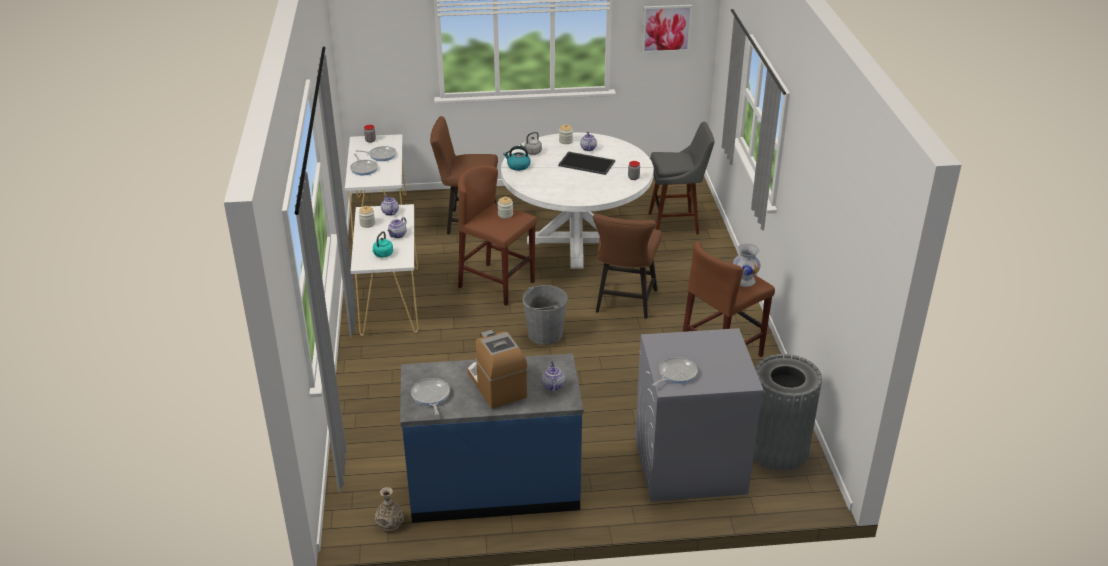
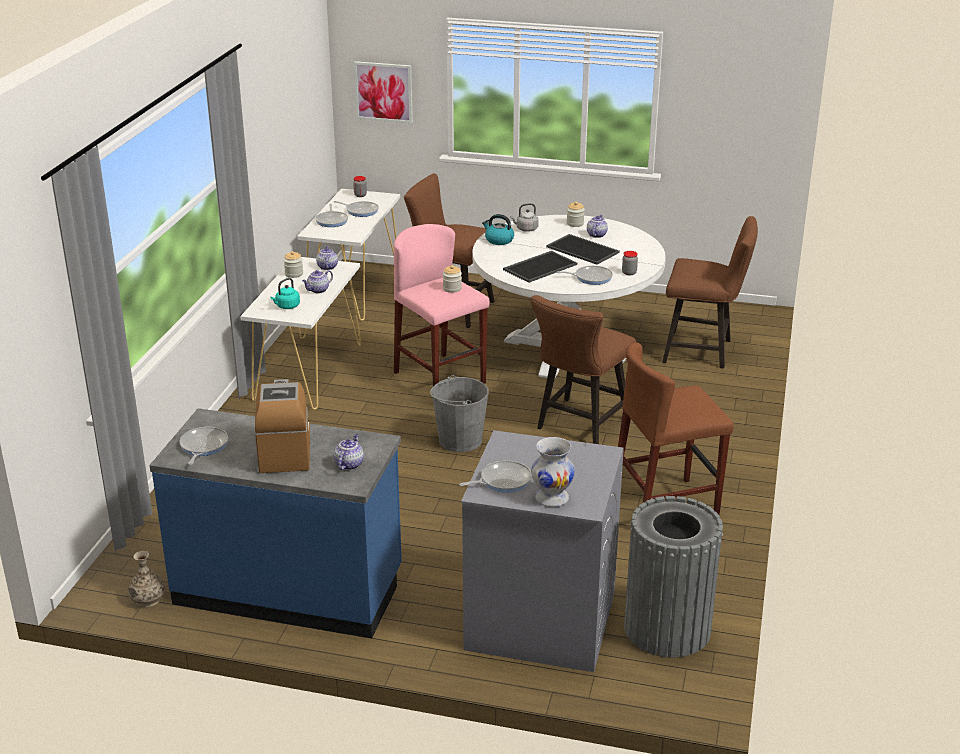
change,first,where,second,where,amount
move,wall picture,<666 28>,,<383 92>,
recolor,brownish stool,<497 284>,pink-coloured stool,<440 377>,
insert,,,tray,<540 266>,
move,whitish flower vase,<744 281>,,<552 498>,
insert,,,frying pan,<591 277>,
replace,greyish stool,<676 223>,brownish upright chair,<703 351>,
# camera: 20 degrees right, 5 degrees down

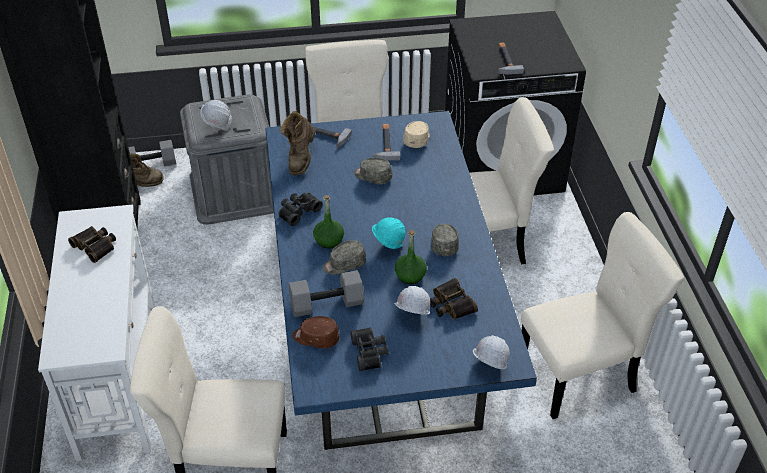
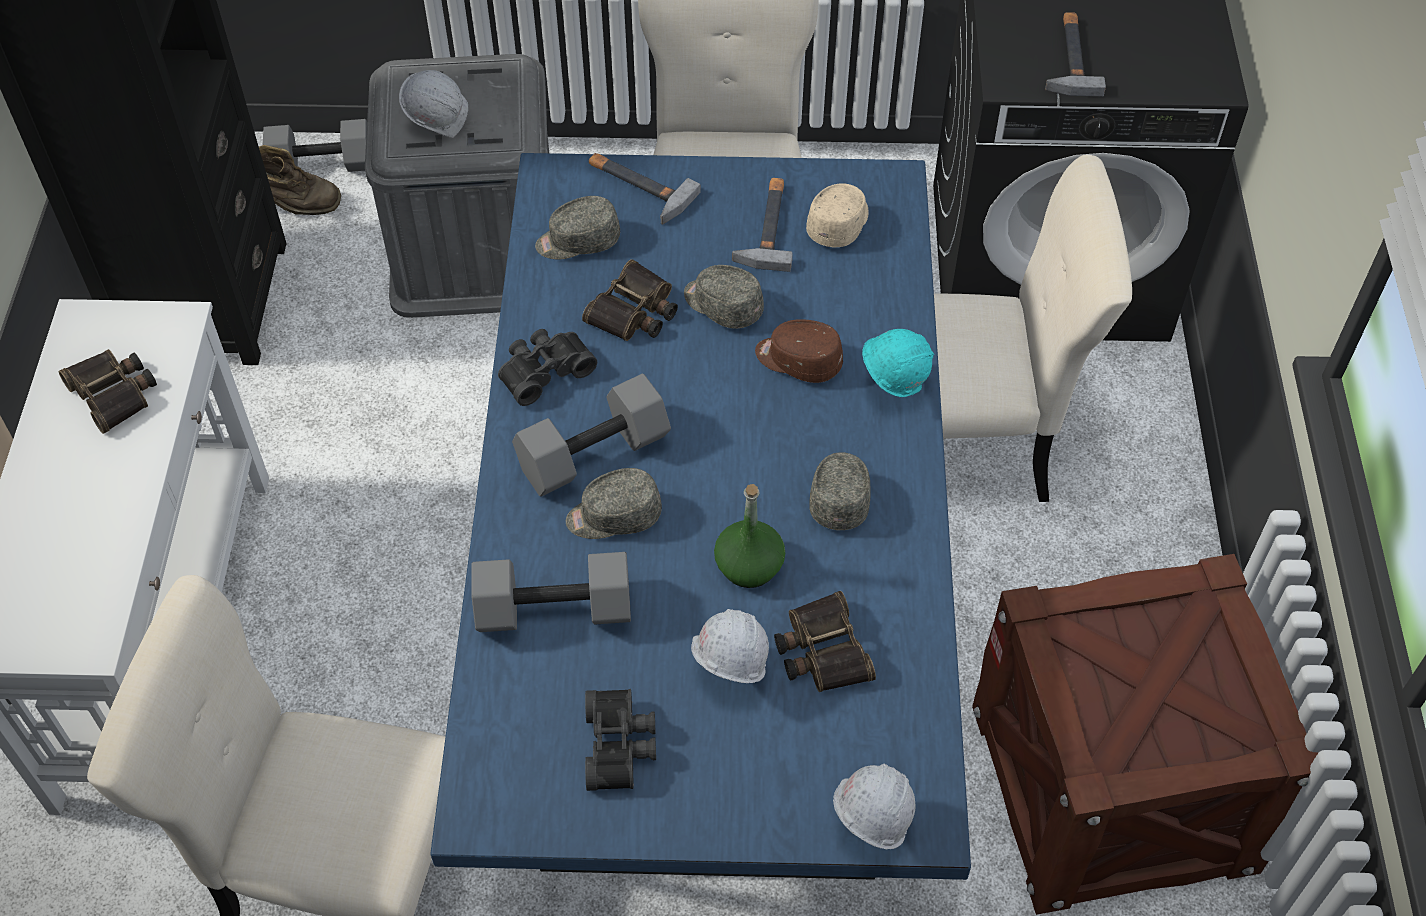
change,first,where,second,where,amount
replace,green-coloured drink bottle,<329 240>,greyish hand weight,<593 451>,
replace,brownish boot,<300 159>,greyish baseball cap,<578 241>,
insert,,,field glasses,<634 312>,
move,brownish baseball cap,<316 338>,,<798 360>,
move,turquoise safety helmet,<388 247>,,<892 386>,
replace,beige-coloured upright chair,<581 376>,shipping crate,<1112 786>,
# camera: 10 degrees right, 10 degrees up

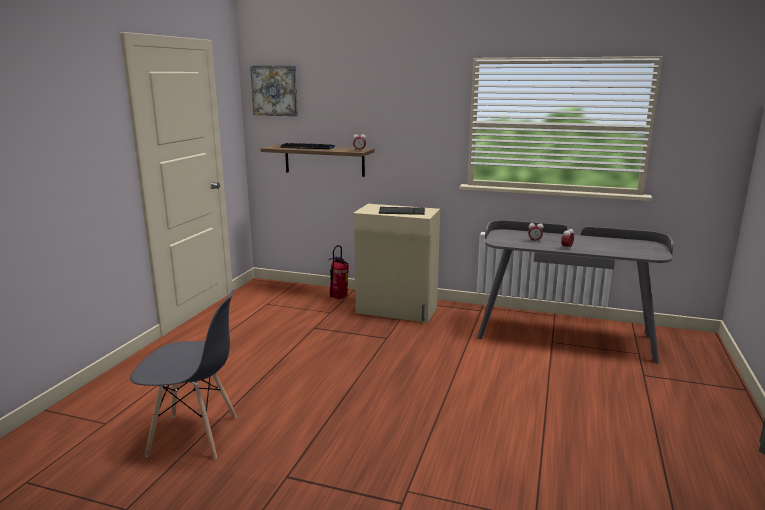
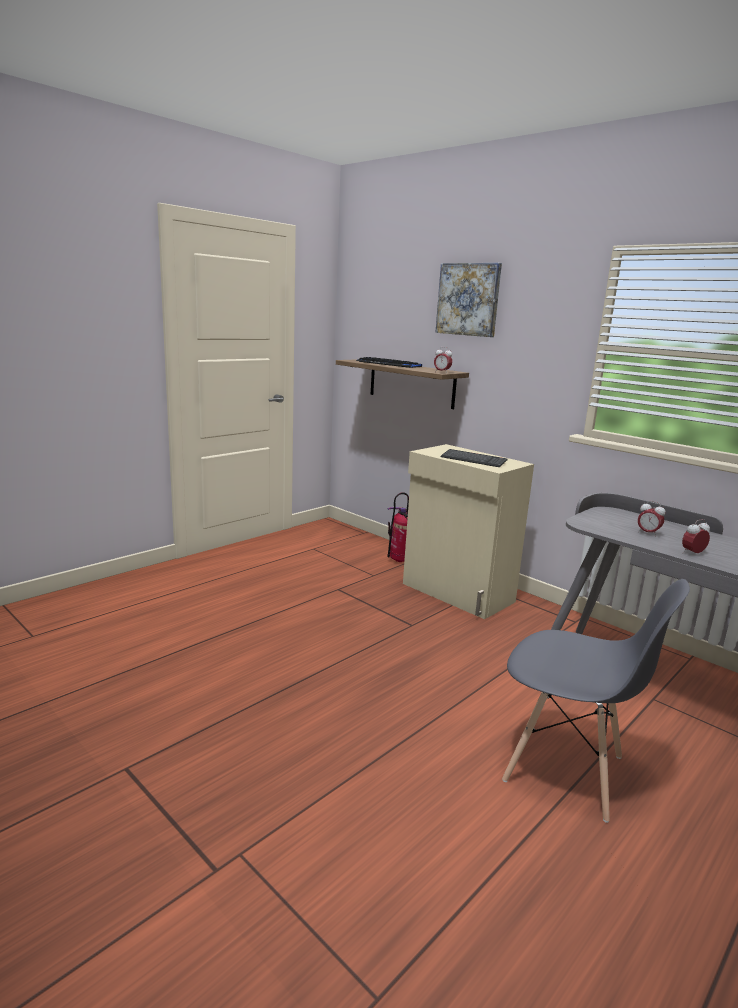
change,first,where,second,where,amount
move,wall picture,<275 90>,,<468 299>,
move,greyish upright chair,<194 436>,,<565 770>,
# camera: 25 degrees right, 0 degrees up

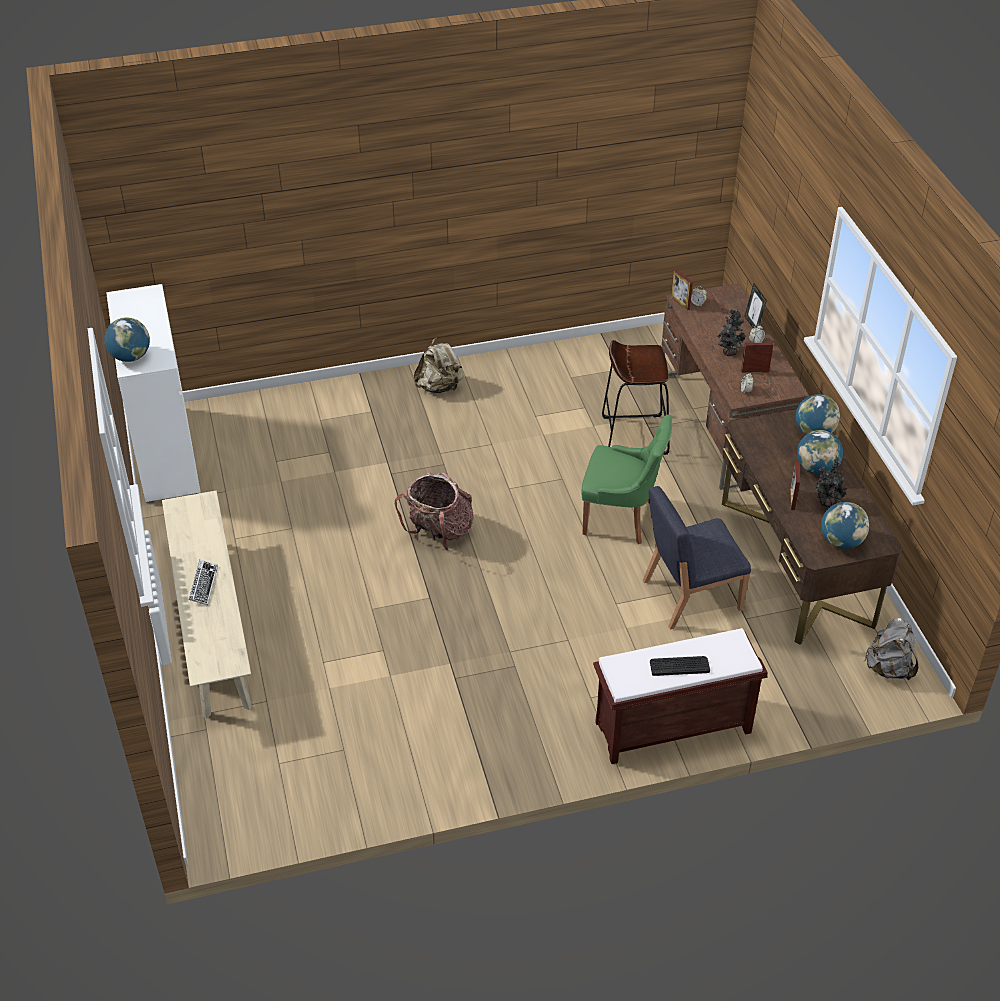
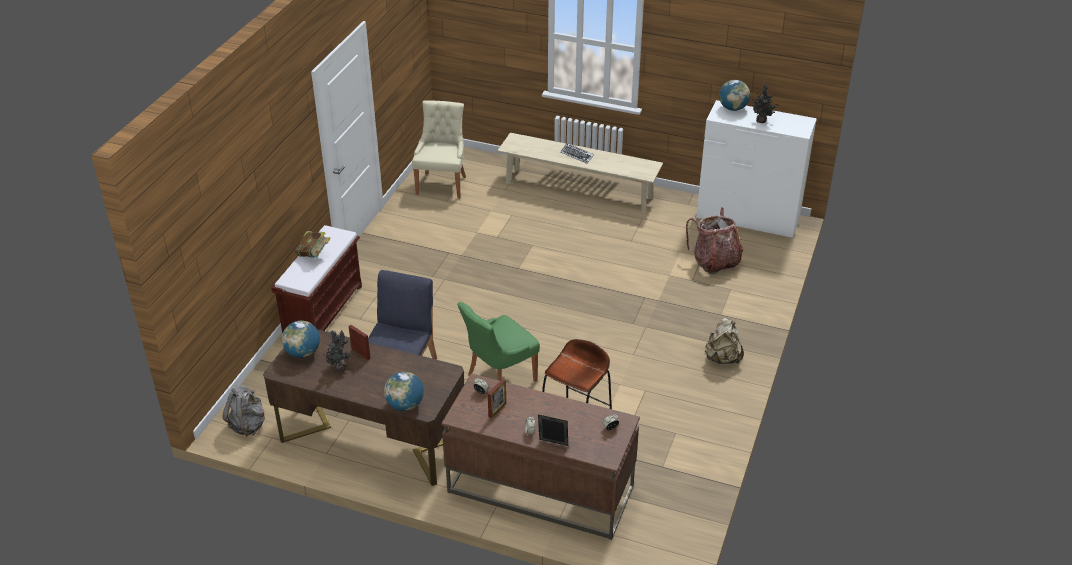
change,first,where,second,where,amount
replace,PC keyboard,<679 666>,bound book,<314 255>,
insert,,,beige-coloured upright chair,<442 184>,
move,backpack,<439 532>,,<714 262>,
move,houseplant,<728 352>,,<762 121>,
delete,picture frame,<680 303>,,,
delete,world globe,<816 469>,,,
# camera: 125 degrees right, 5 degrees down

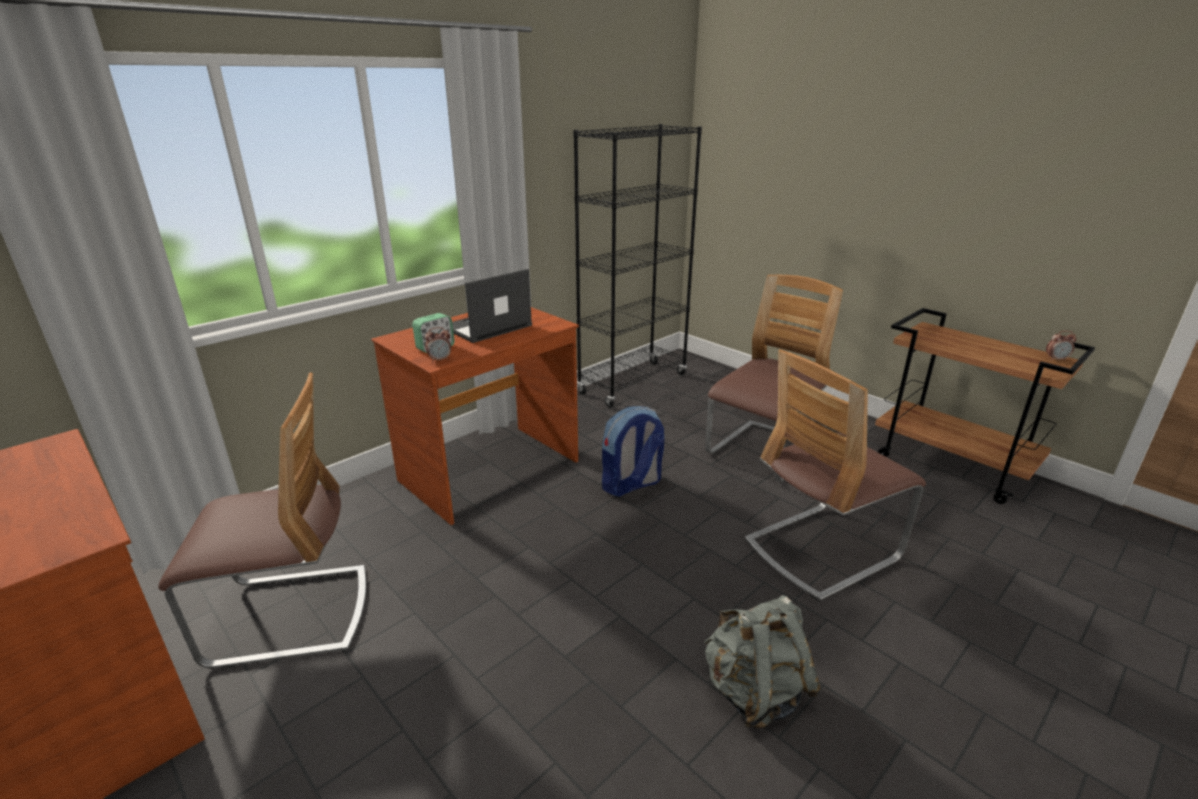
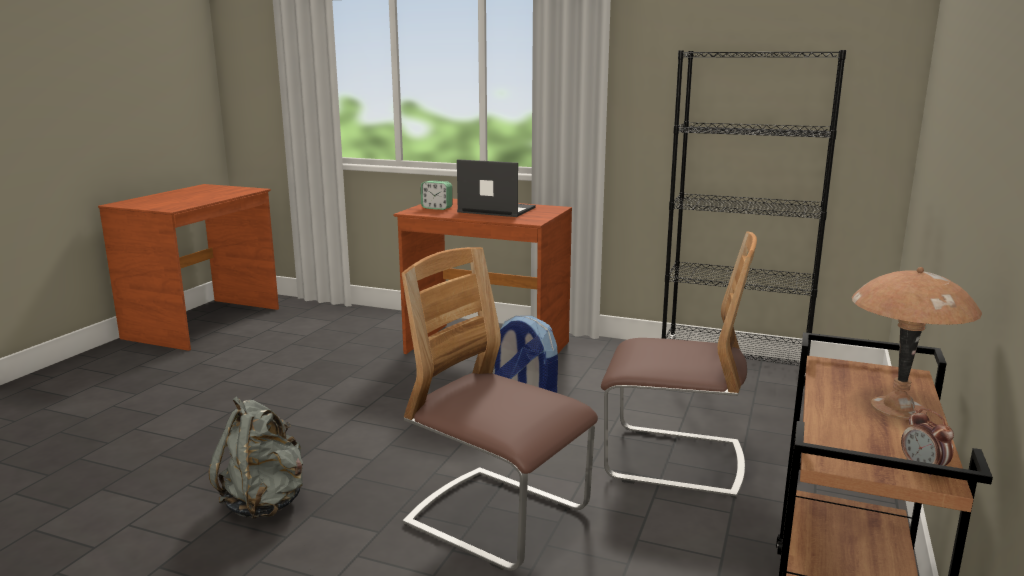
change,first,where,second,where,amount
insert,,,brownish table lamp,<899 408>,
delete,upright chair,<290 616>,,,
delete,table clock,<440 359>,,,
# camera: 65 degrees right, 10 degrees down

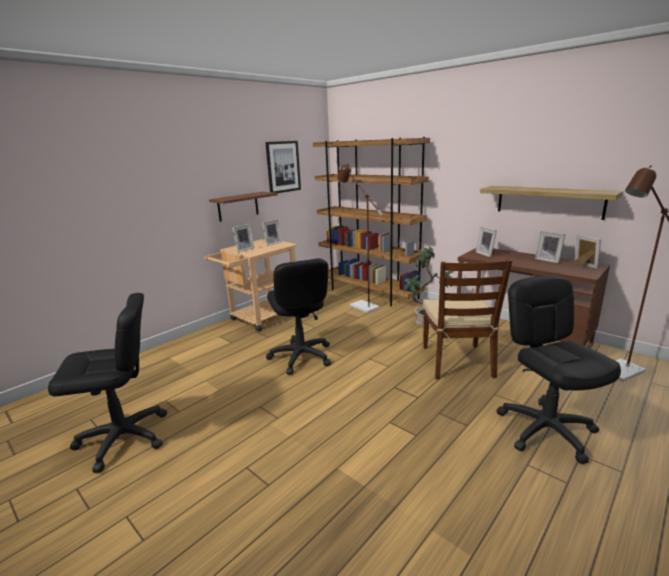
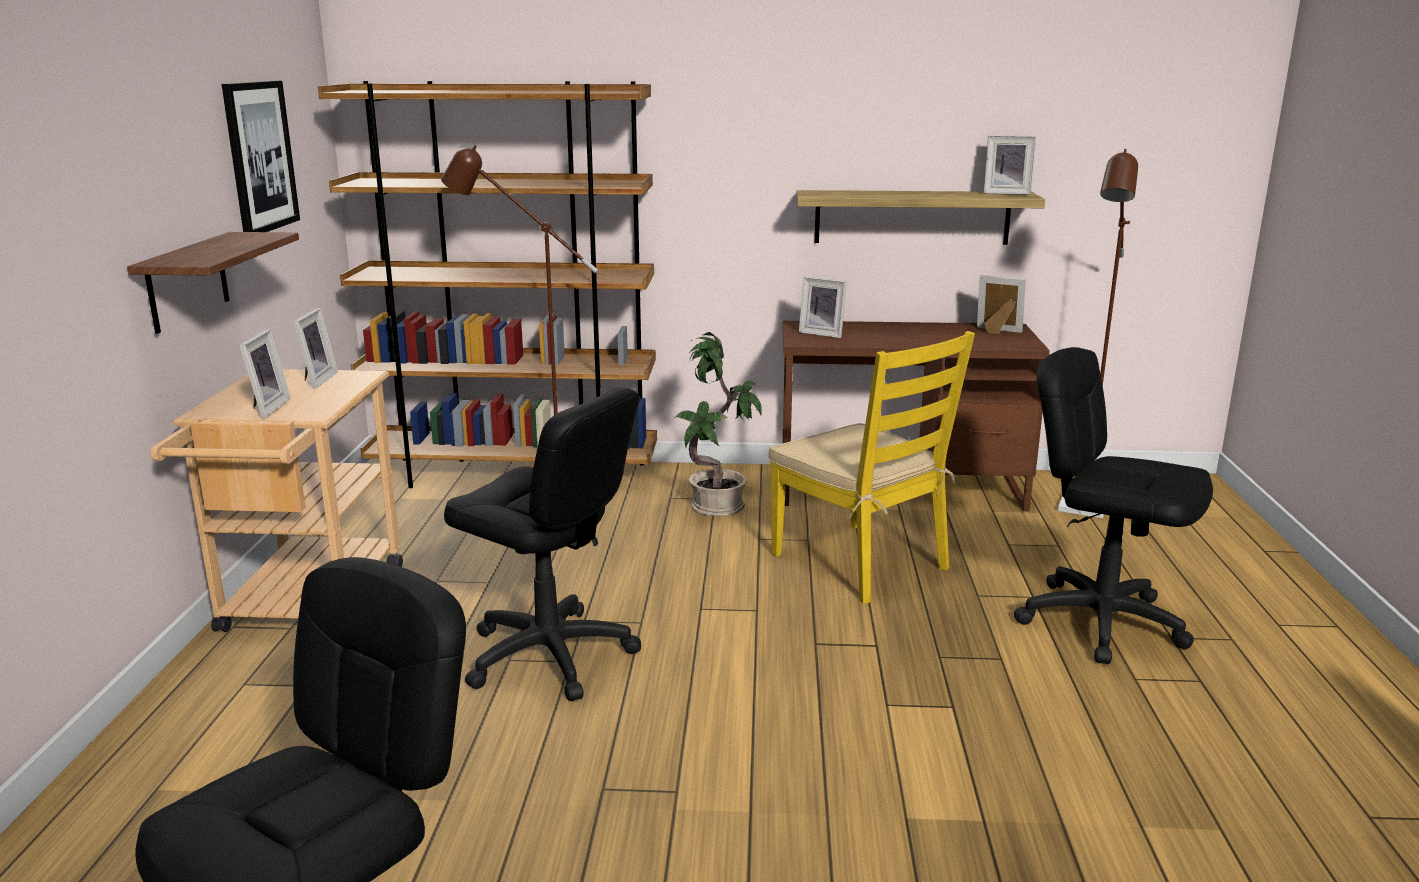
change,first,where,second,where,amount
recolor,brownish upright chair,<457 362>,yellowish upright chair,<861 562>,
move,picture frame,<548 260>,,<1006 193>,
# camera: 40 degrees left, 0 degrees up

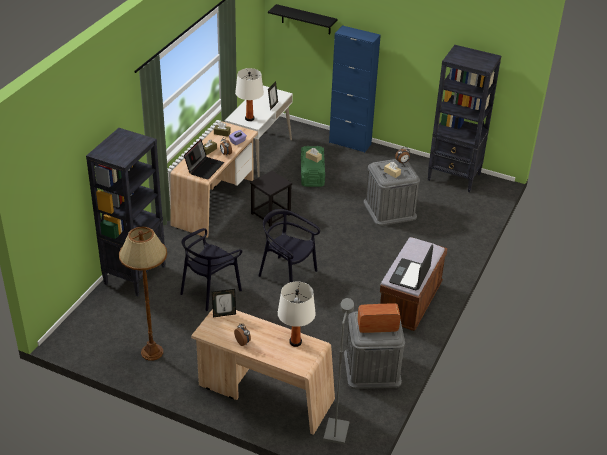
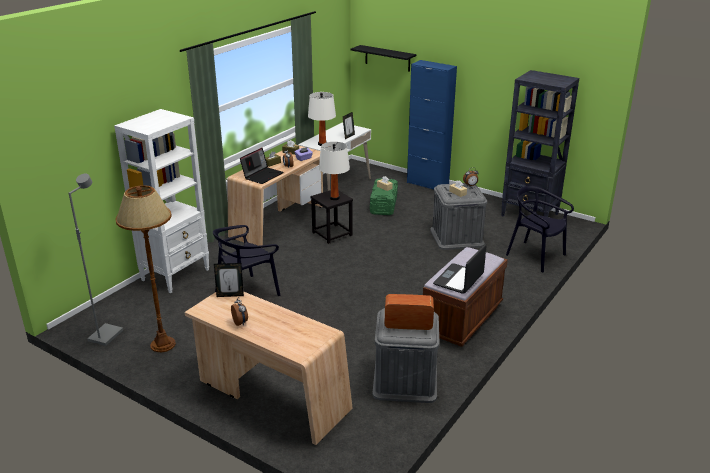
change,first,where,second,where,amount
move,greyish standing lamp,<335 431>,,<105 335>,
recolor,blackish bookshelf,<135 275>,whitish bookshelf,<176 274>,
move,whitish table lamp,<295 342>,,<334 198>,
move,blackish upright chair,<287 275>,,<535 256>,
# camera: 10 degrees right, 10 degrees down

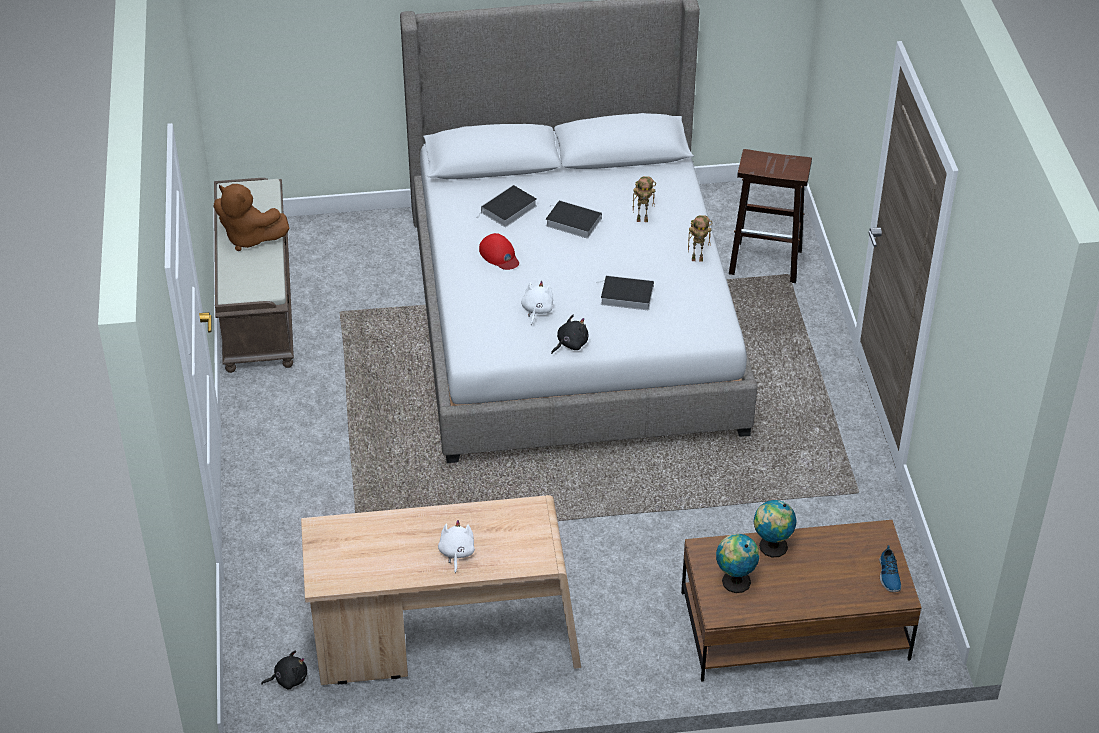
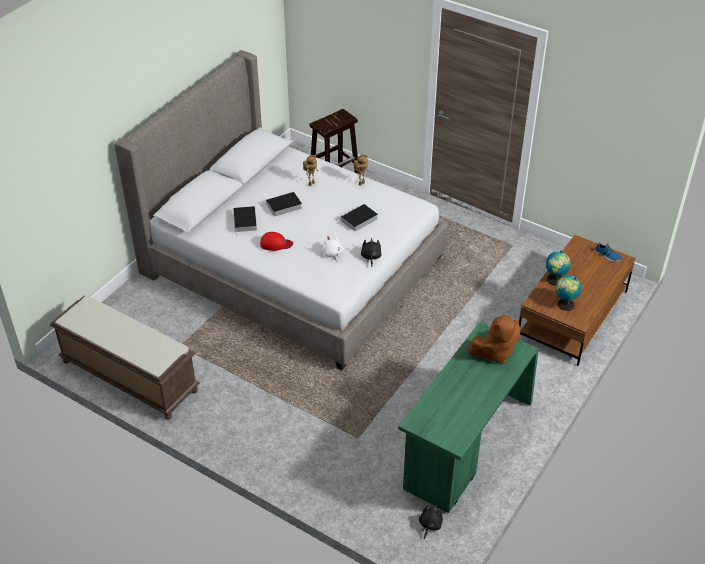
change,first,where,second,where,amount
recolor,beige-coloured desk,<445 643>,green-coloured desk,<466 444>,
move,brownish cuddly toy,<249 238>,,<495 352>,
delete,whitish cuddly toy,<456 553>,,,
# camera: 50 degrees left, 0 degrees up

